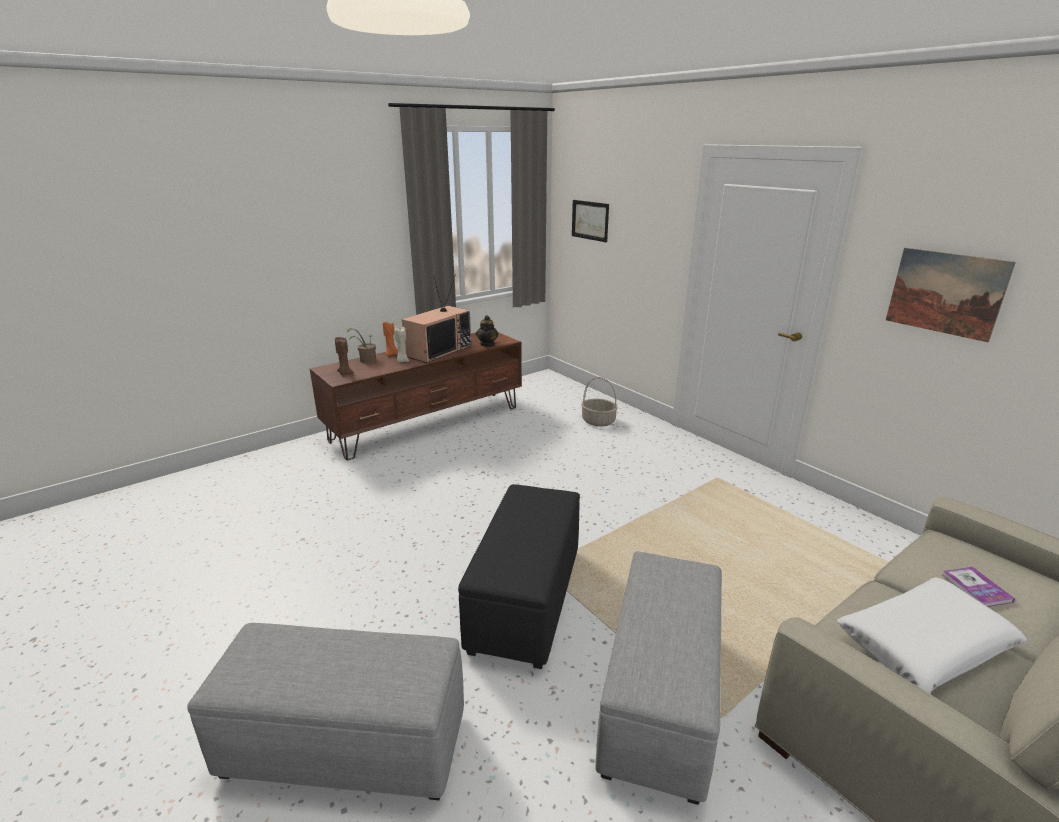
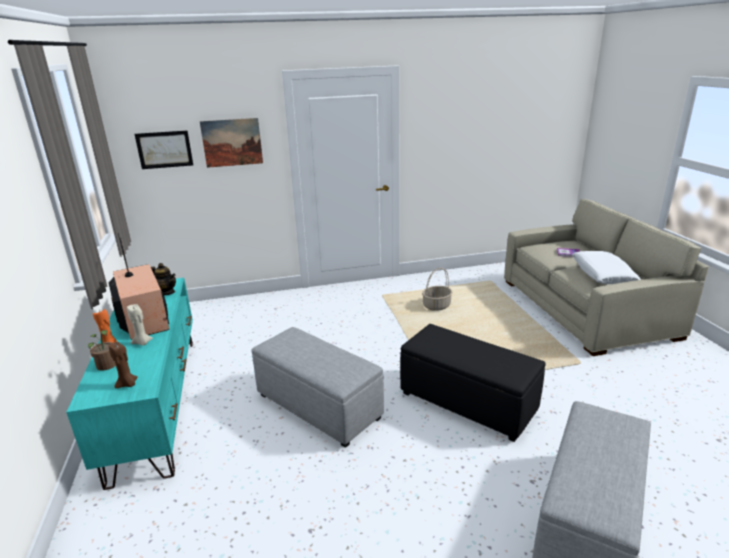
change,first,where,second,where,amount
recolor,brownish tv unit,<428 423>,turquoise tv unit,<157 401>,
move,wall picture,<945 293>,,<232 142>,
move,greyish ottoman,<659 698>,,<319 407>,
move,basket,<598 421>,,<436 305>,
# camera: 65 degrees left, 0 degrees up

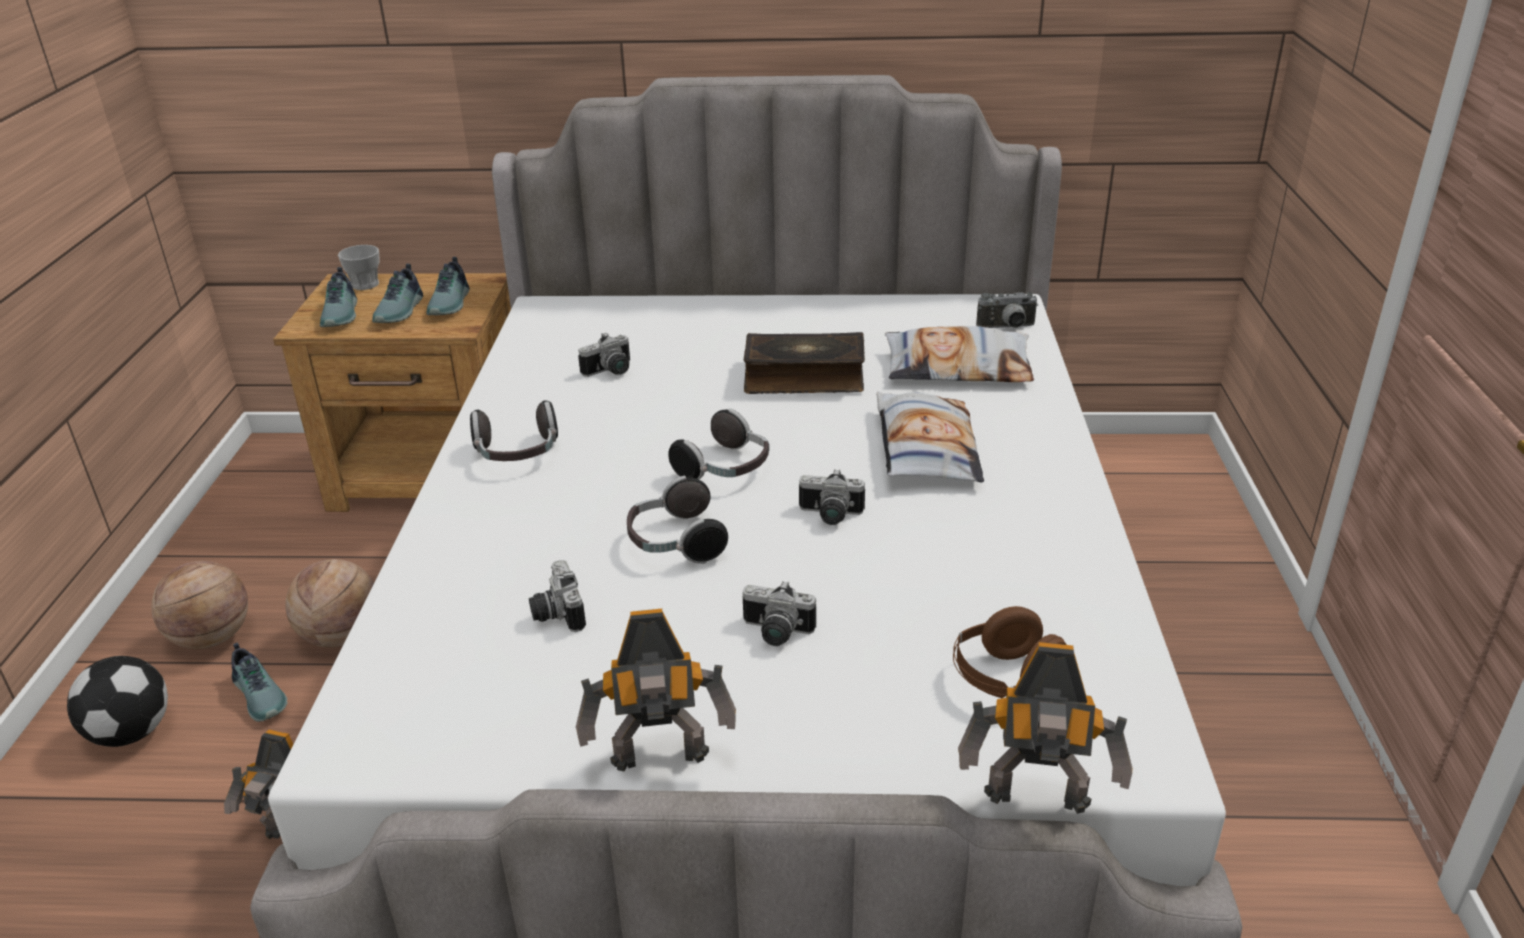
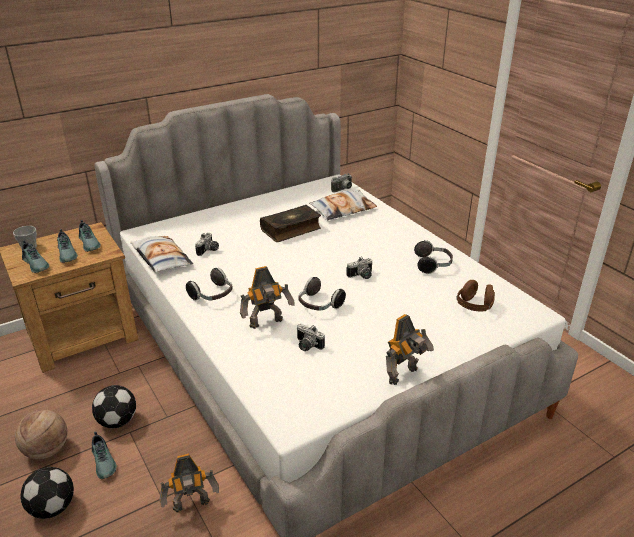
change,first,where,second,where,amount
replace,basketball,<341 637>,ball for football,<117 421>,
rotate,shoe,<262 694>,,<104 461>,45 degrees clockwise
move,throw pillow,<924 448>,,<161 258>,
move,model robot,<1038 803>,,<267 323>,
move,pair of headphones,<725 469>,,<433 265>,
delete,still camera,<775 633>,,,
# camera: 35 degrees left, 0 degrees up

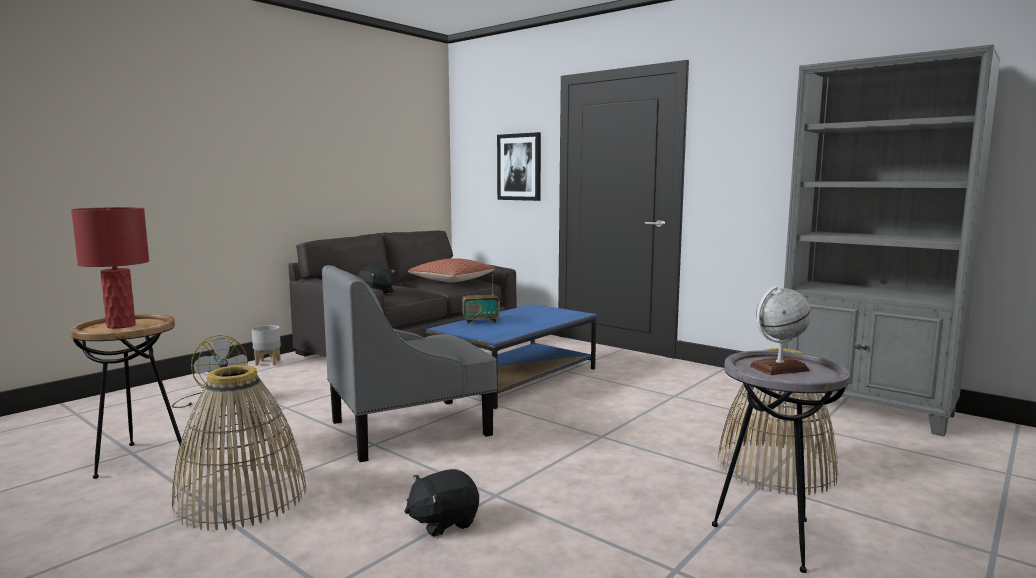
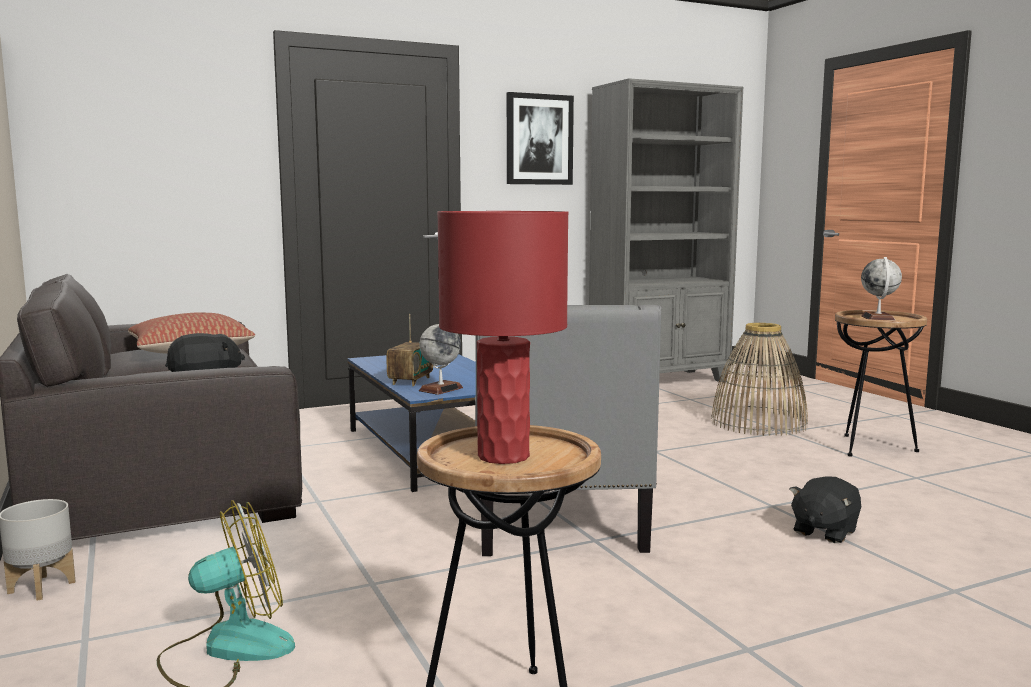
change,first,where,second,where,amount
insert,,,world globe,<441 389>,
move,wall picture,<519 167>,,<539 139>,
rotate,blackish cuddly toy,<443 522>,,<824 531>,45 degrees clockwise
recolor,greyish end table,<773 537>,brownish end table,<870 447>,
delete,basket,<242 497>,,,
# camera: 65 degrees left, 0 degrees up

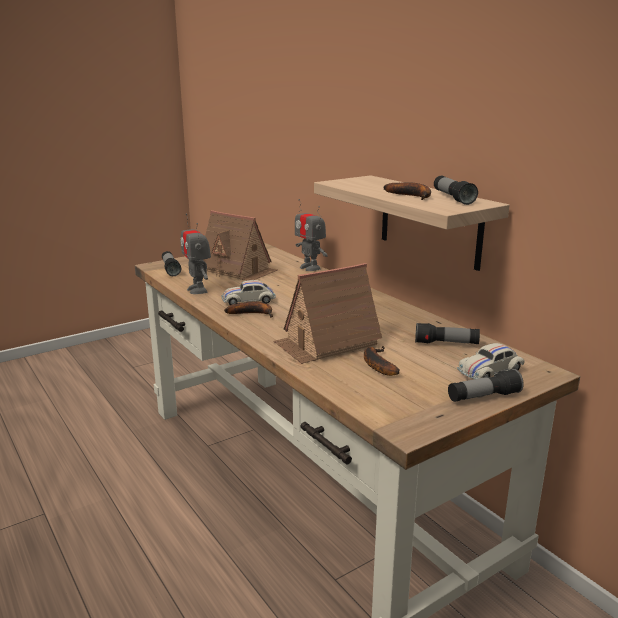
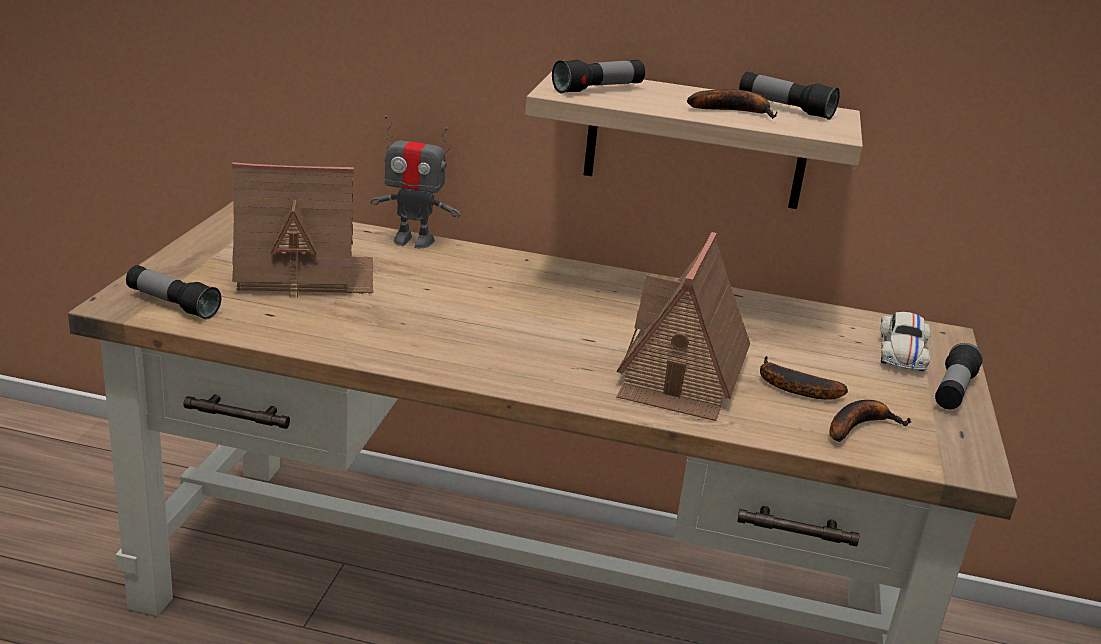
change,first,where,second,where,amount
move,flashlight,<446 344>,,<598 89>,
move,whole banana,<253 313>,,<859 426>,
delete,model robot,<198 290>,,,
delete,whitish miniature car,<248 301>,,,
# camera: 45 degrees left, 5 degrees up

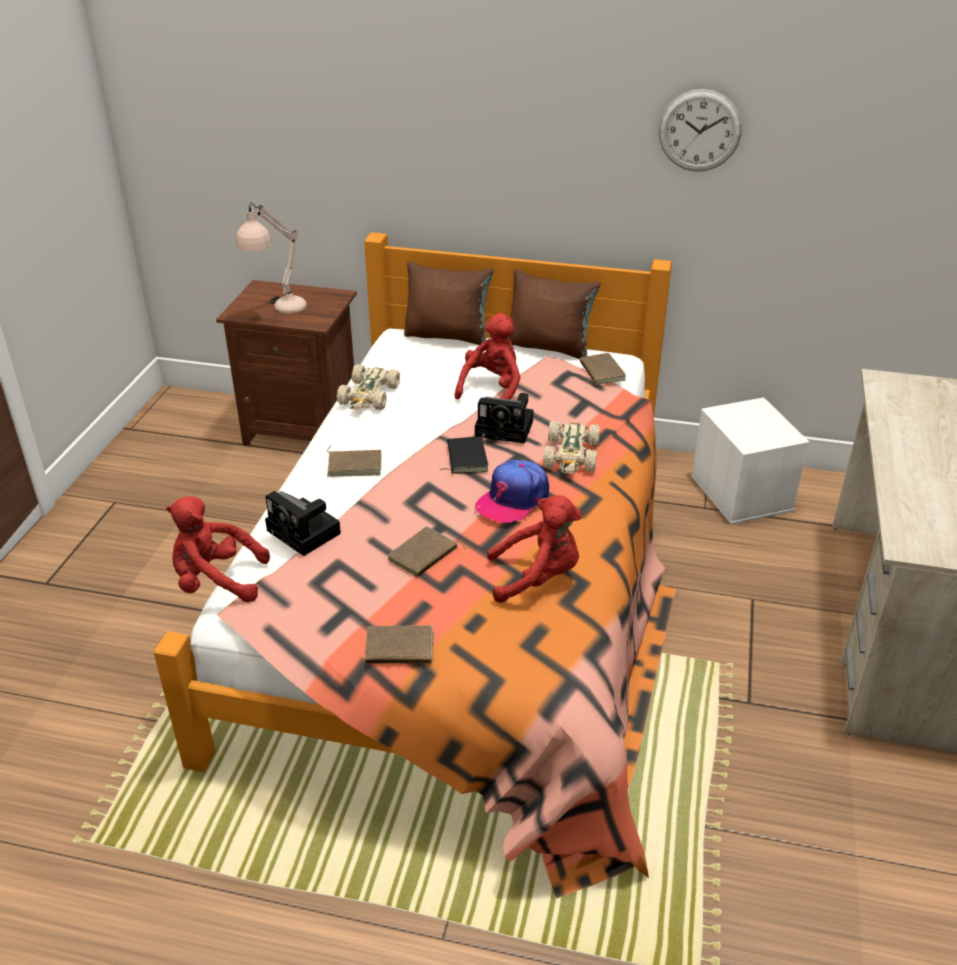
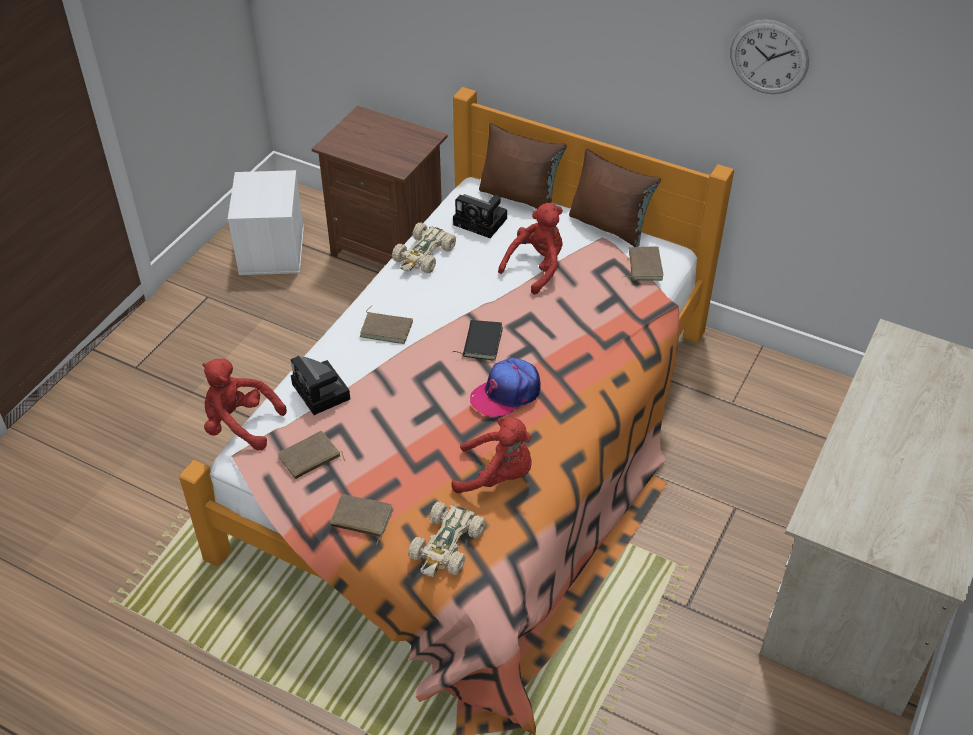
change,first,where,second,where,amount
move,whitish storage box,<739 492>,,<271 249>,
move,brownish bound book,<424 556>,,<310 458>,
move,beige-coloured miniature car,<571 455>,,<447 545>,
move,still camera,<507 428>,,<482 222>,
delete,beige-coloured table lamp,<277 312>,,,
# camera: 15 degrees right, 10 degrees up

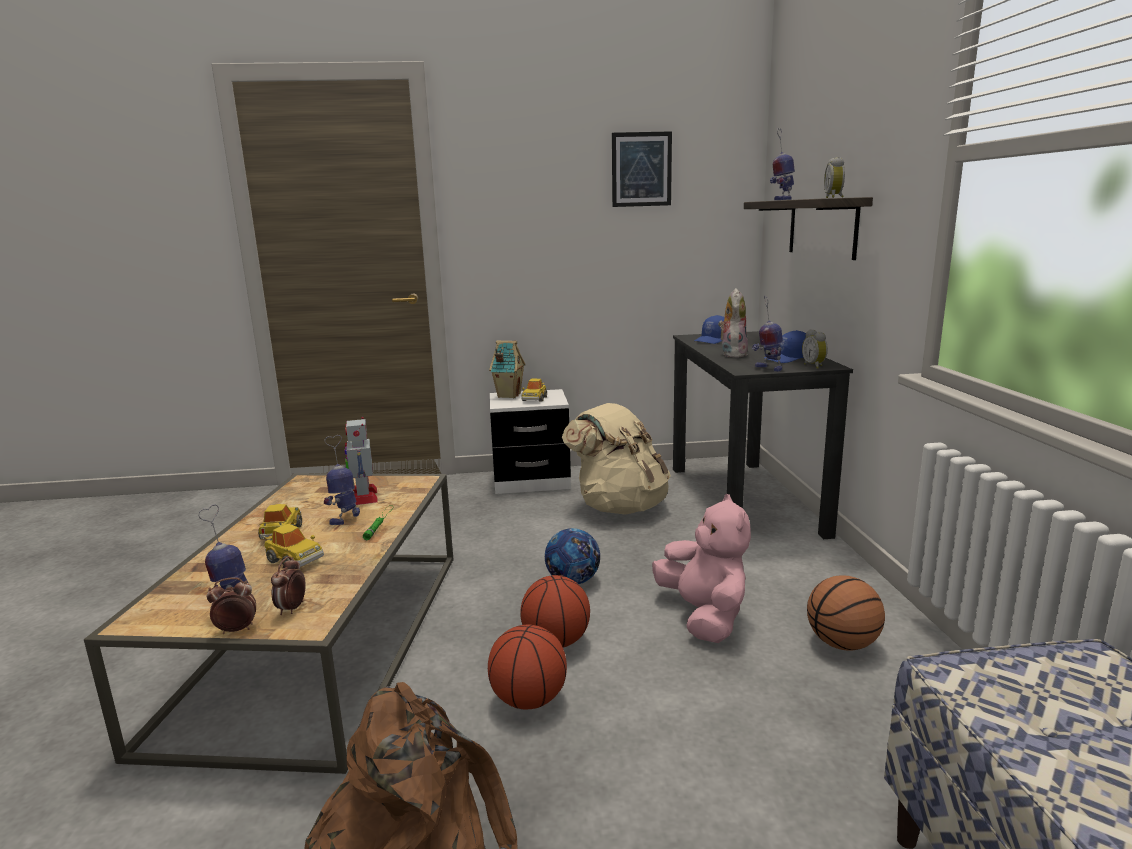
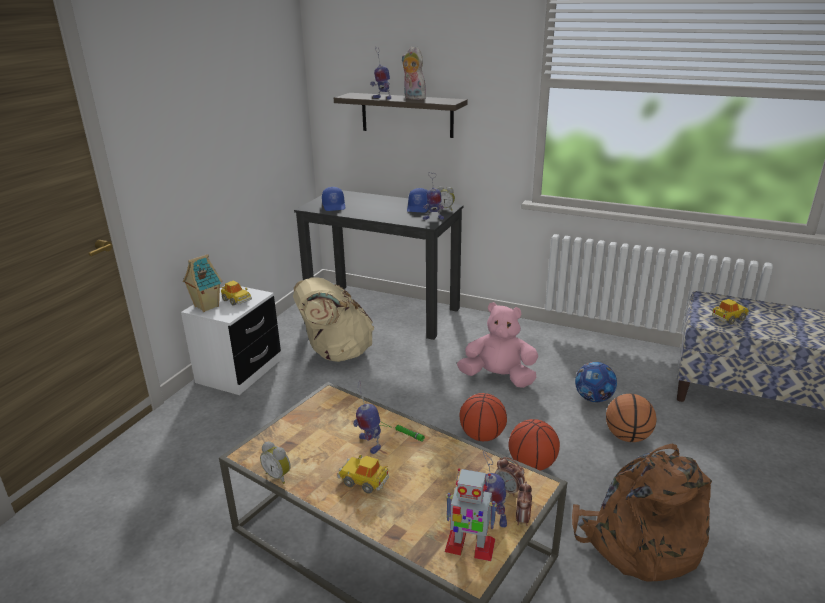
change,first,where,second,where,amount
move,table clock,<834 197>,,<278 476>,
move,cuddly toy,<732 354>,,<413 98>,
move,model robot,<364 496>,,<469 545>,
move,ball for football,<573 581>,,<593 398>,
move,basketball,<842 644>,,<627 437>,
move,miniature car,<294 559>,,<728 318>,
delete,wall picture,<641 169>,,,
# camera: 60 degrees left, 10 degrees up

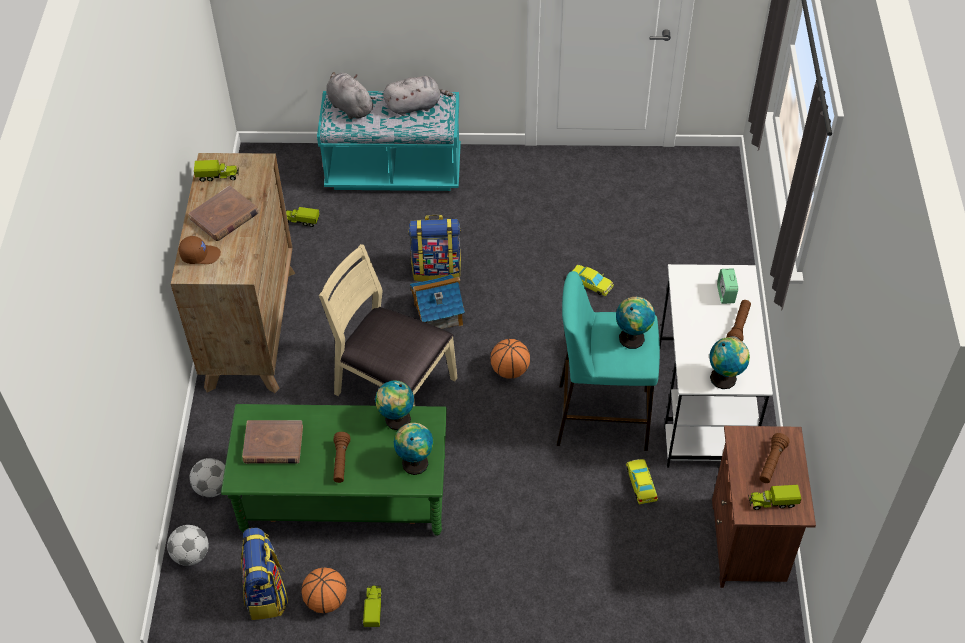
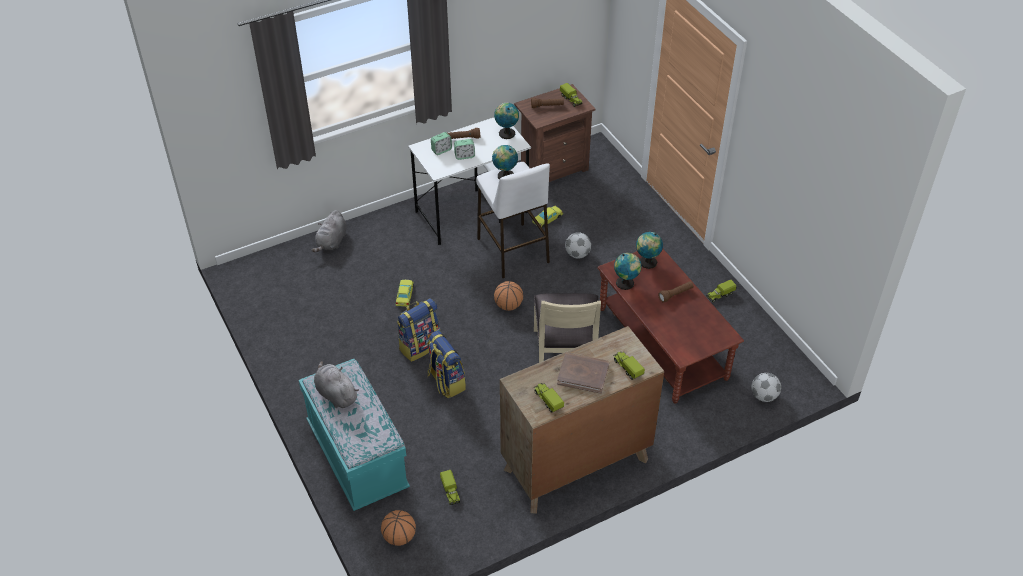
change,first,where,second,where,amount
move,greyish cuddly toy,<349 106>,,<331 242>,
move,basketball,<326 600>,,<399 537>,
move,backpack,<267 593>,,<420 346>,
insert,,,table clock,<464 156>,
recolor,turquoise stool,<601 417>,whitish stool,<513 251>,
move,ball for football,<212 488>,,<577 254>,
recolor,green-coloured coffee table,<344 495>,brownish coffee table,<662 343>,
replace,brownish baseball cap,<200 255>,toy truck,<627 368>,
delete,brownish bound book,<273 445>,,,
delete,model house,<438 314>,,,
# camera: 120 degrees left, 5 degrees down

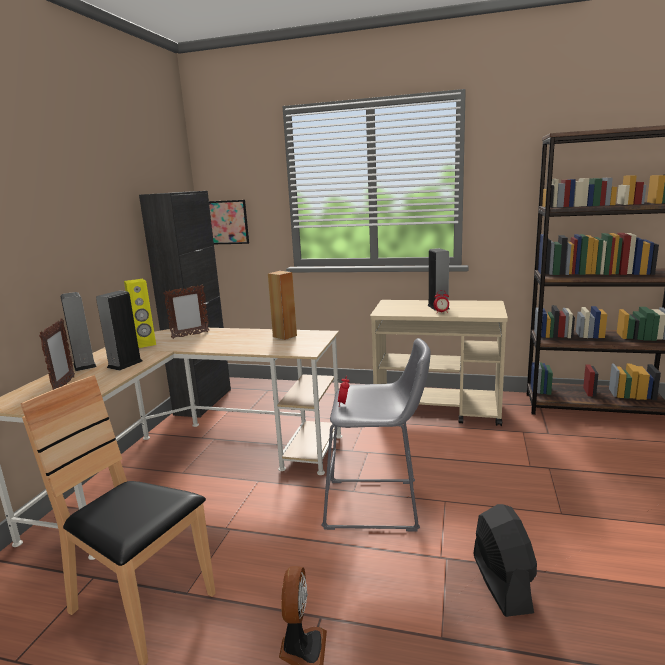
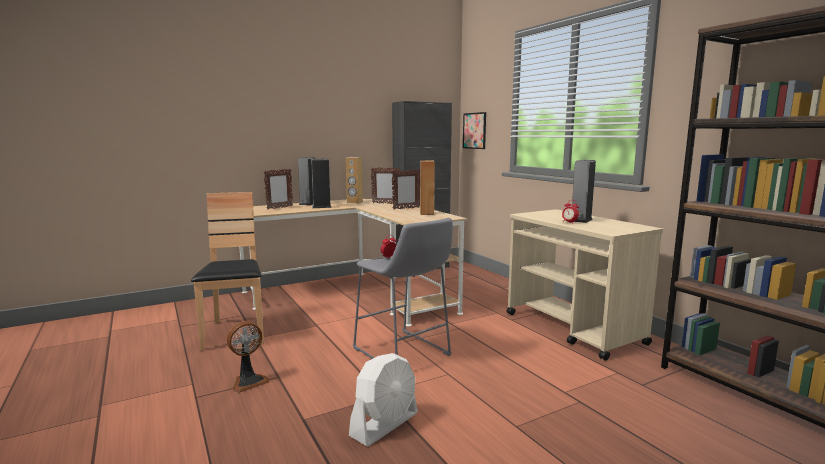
change,first,where,second,where,amount
recolor,yellowish speaker,<145 344>,brownish speaker,<354 202>,
recolor,blackish cooling fan,<501 582>,whitish cooling fan,<385 424>,
insert,,,picture frame,<406 208>,
# camera: 45 degrees right, 5 degrees down

